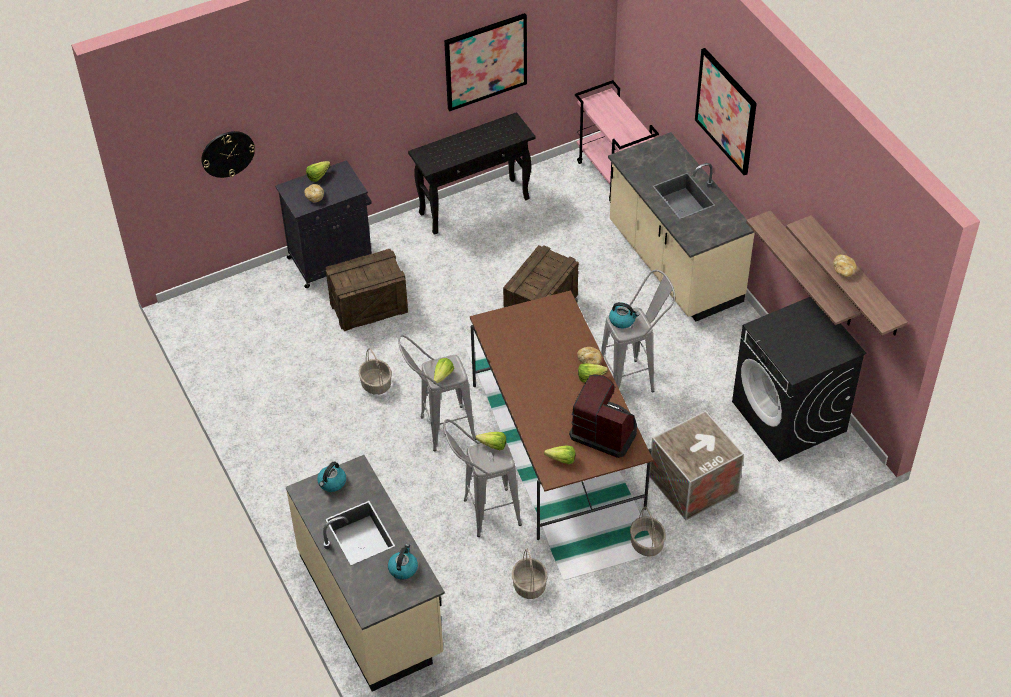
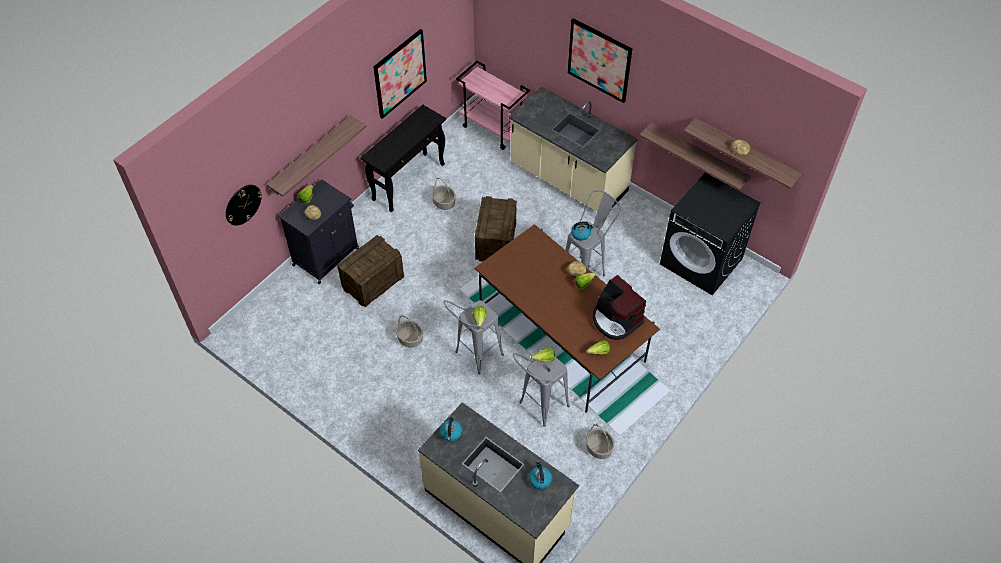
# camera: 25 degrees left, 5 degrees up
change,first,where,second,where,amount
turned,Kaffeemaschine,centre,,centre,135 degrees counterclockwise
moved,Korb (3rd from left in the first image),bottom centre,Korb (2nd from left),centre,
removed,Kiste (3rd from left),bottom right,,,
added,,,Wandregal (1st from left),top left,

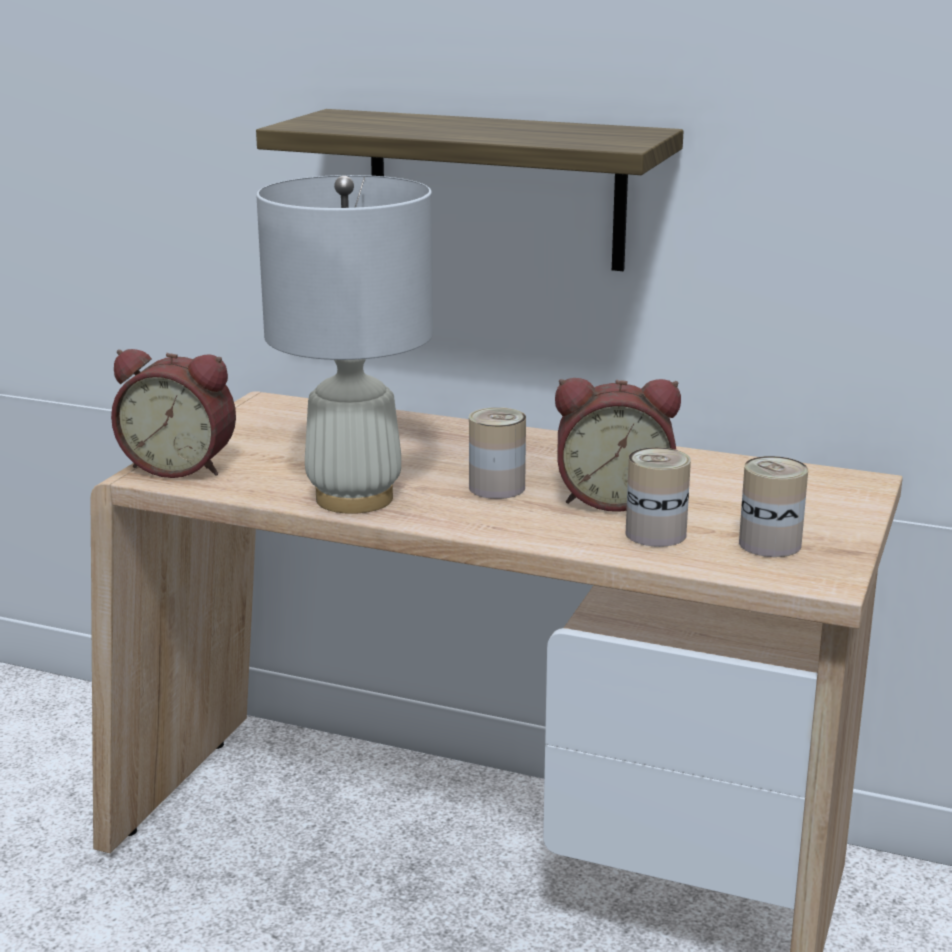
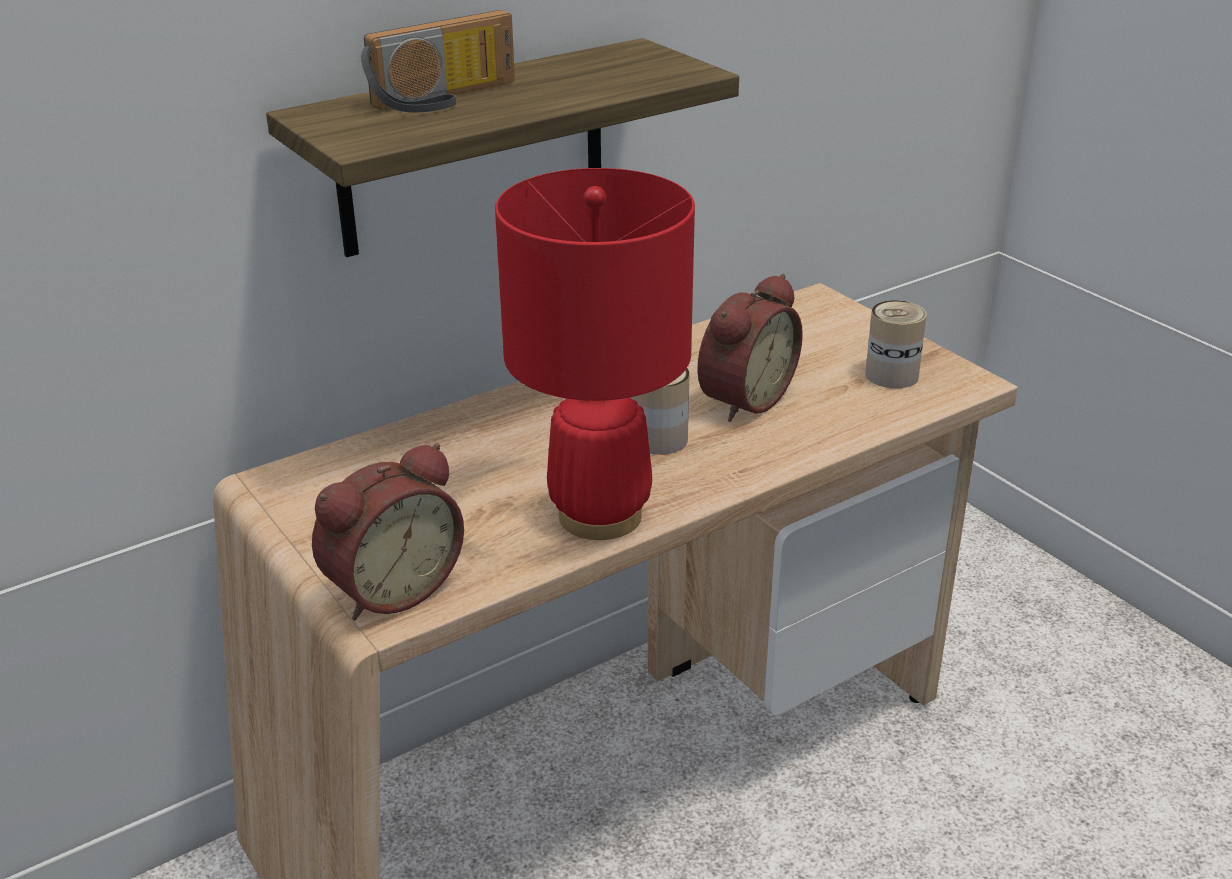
# camera: 55 degrees left, 10 degrees up
change,first,where,second,where,amount
recoloured,Tischlampe [weiß],centre,Tischlampe [rot],centre,
removed,Dose (2nd from left),middle right,,,
added,,,Radio,top centre,

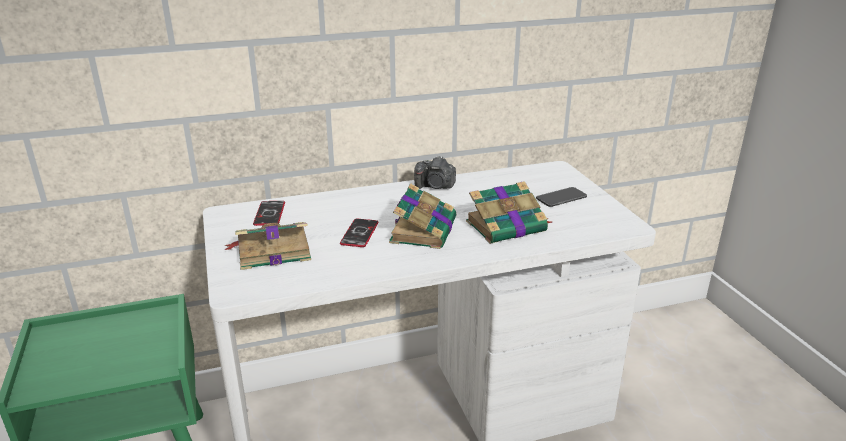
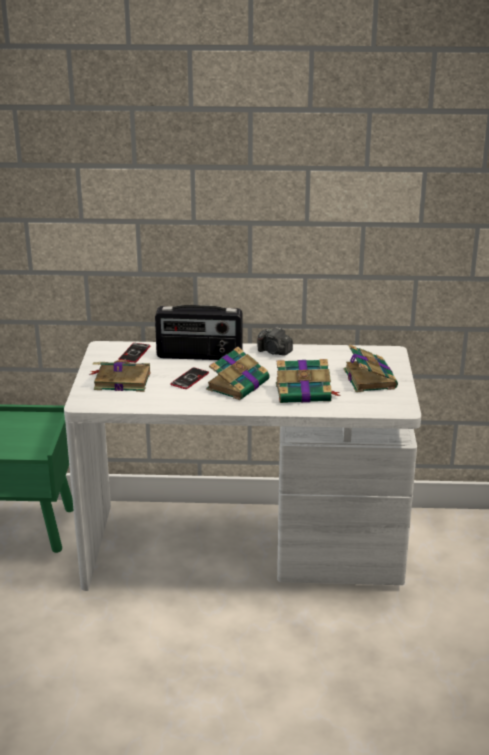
# camera: 20 degrees right, 0 degrees up
change,first,where,second,where,amount
replaced,Handy (3rd from left),centre,Buch (4th from left),middle right,
added,,,Radio,centre,

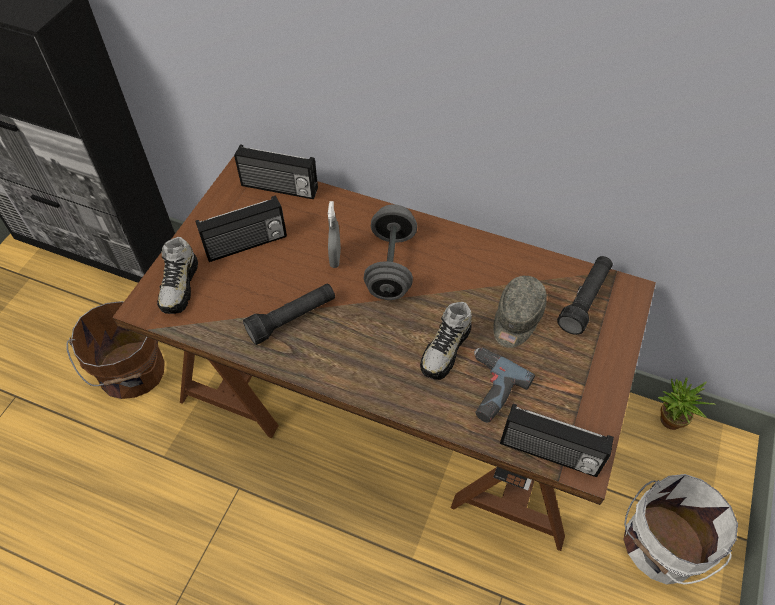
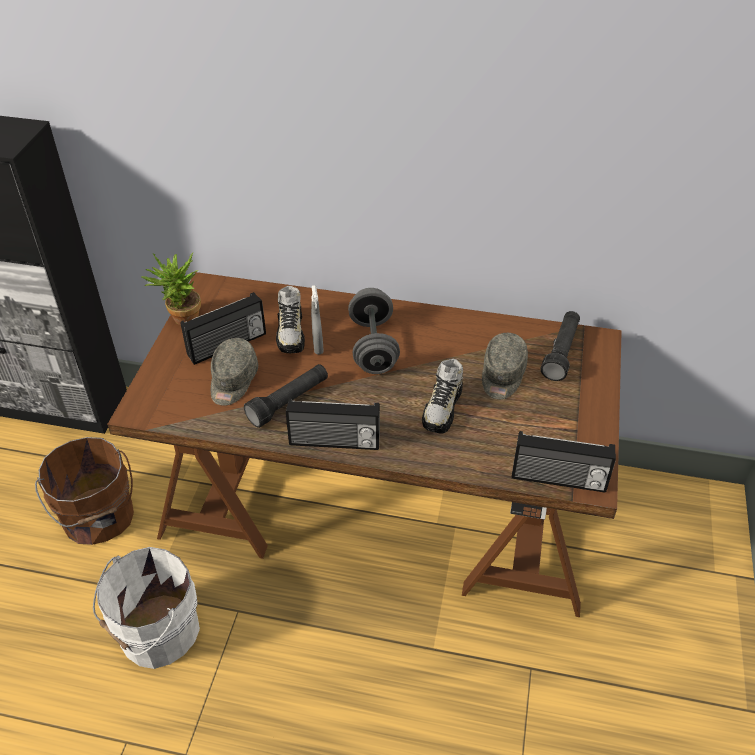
# camera: 10 degrees left, 10 degrees down
change,first,where,second,where,amount
moved,Schuh (1st from left),middle left,,centre,
moved,Radio (2nd from left),top centre,,centre,
removed,Bohrmaschine,centre,,,
moved,Eimer [weiß],bottom right,,bottom left,
moved,Topfpflanze,bottom right,,middle left,
added,,,Kappe [grau] (1st from left),middle left,

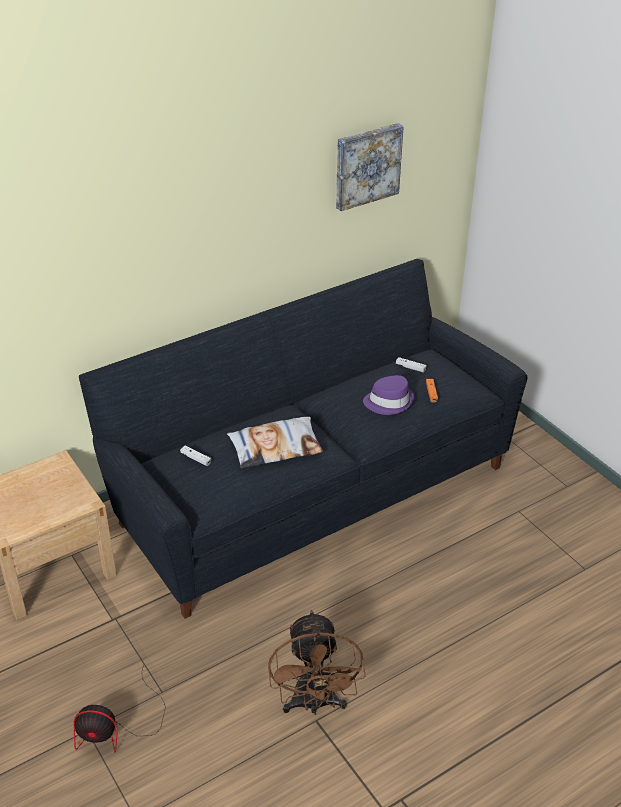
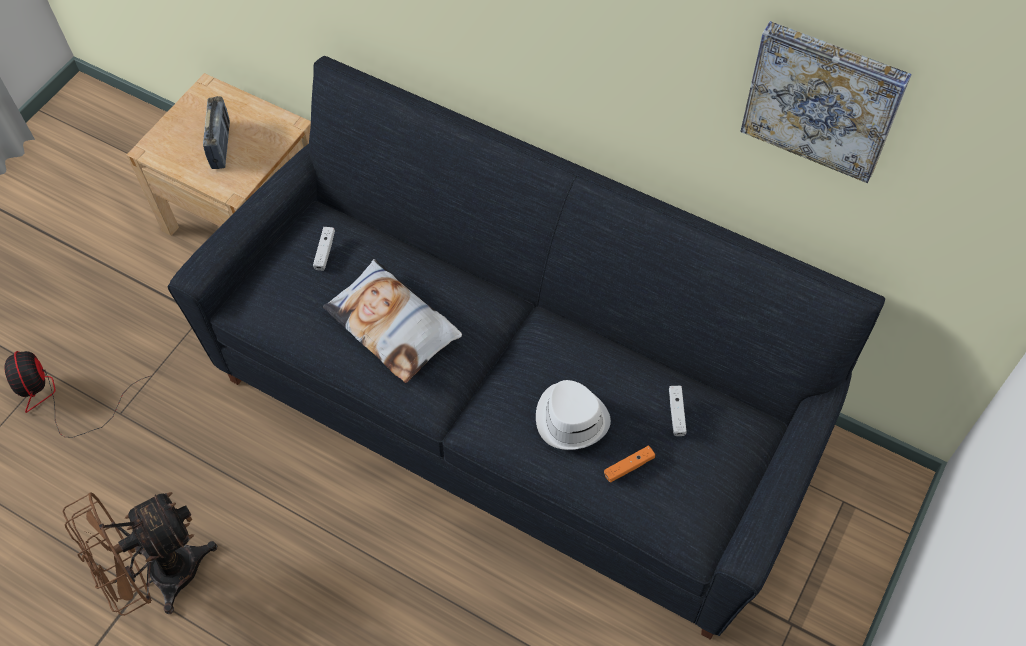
# camera: 65 degrees right, 20 degrees up
change,first,where,second,where,amount
recoloured,Hut [lila],centre,Hut [weiß],centre,
added,,,Radio,top left,

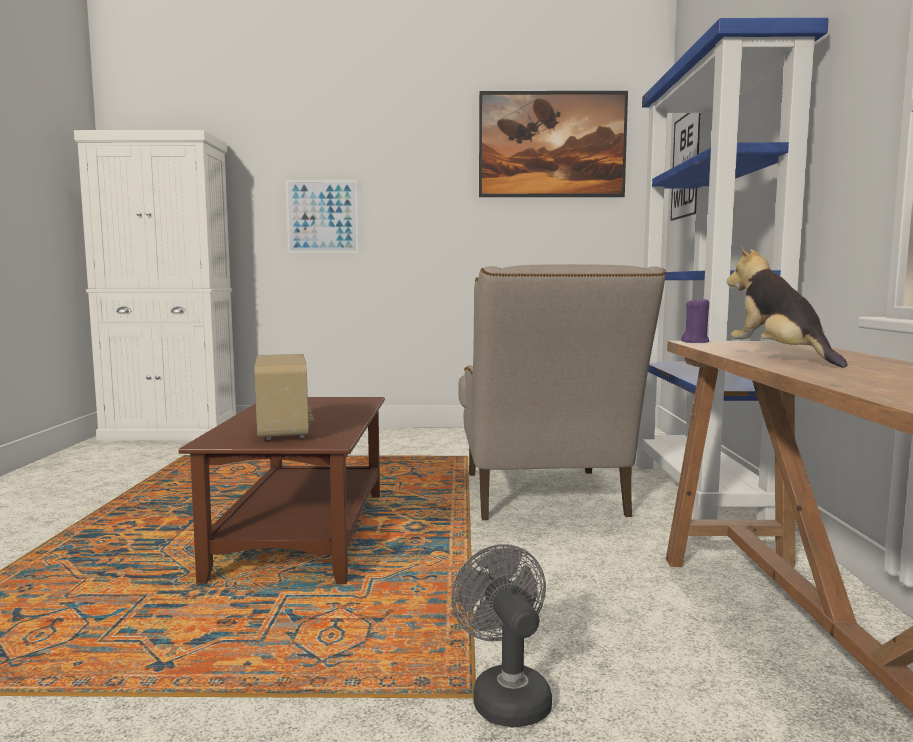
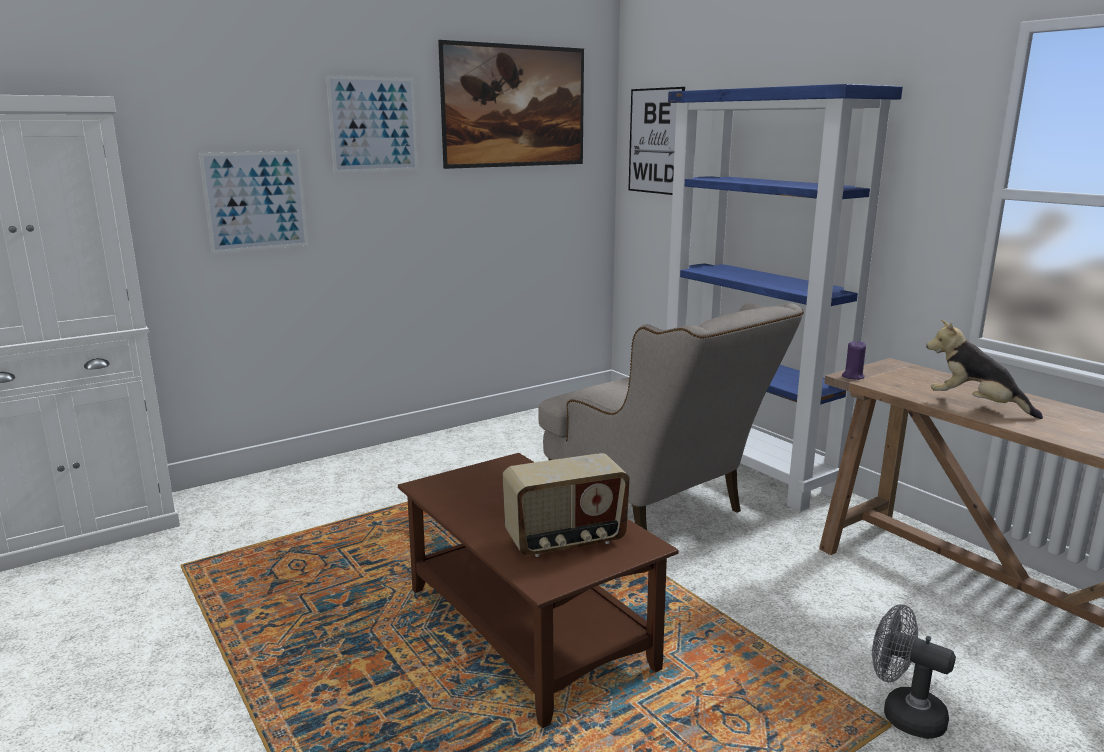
# camera: 35 degrees left, 10 degrees up
change,first,where,second,where,amount
turned,Radio,middle left,,bottom centre,120 degrees clockwise
added,,,Bild (2nd from left),top centre,

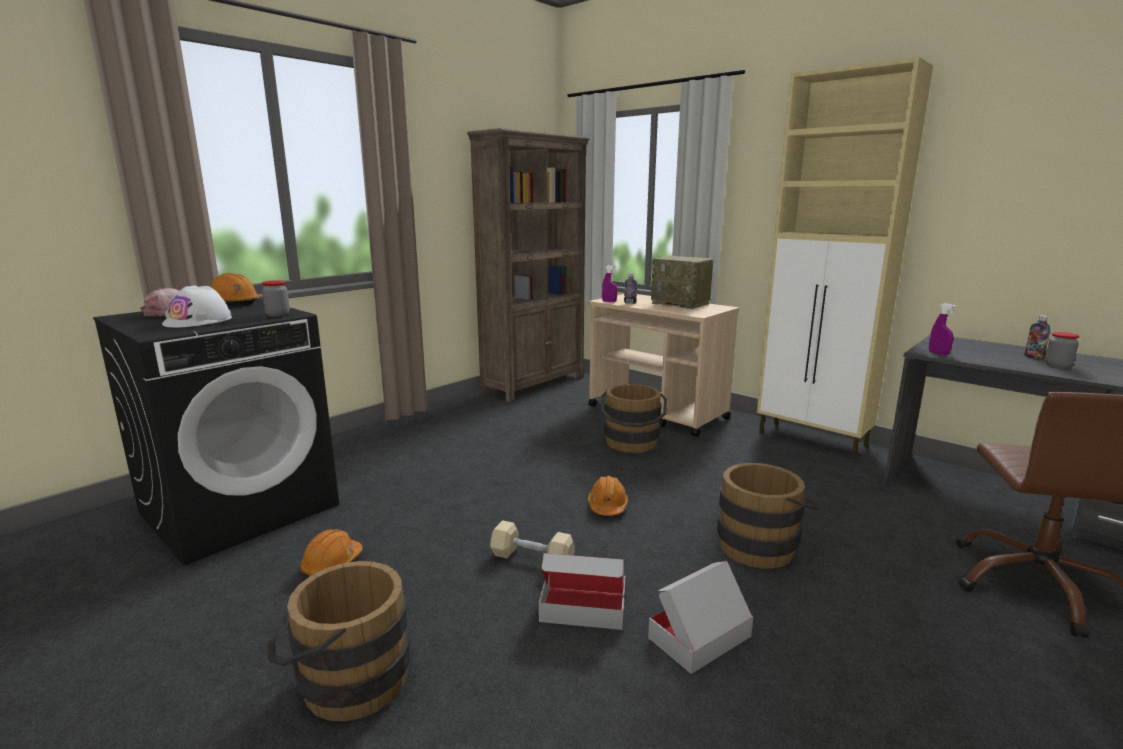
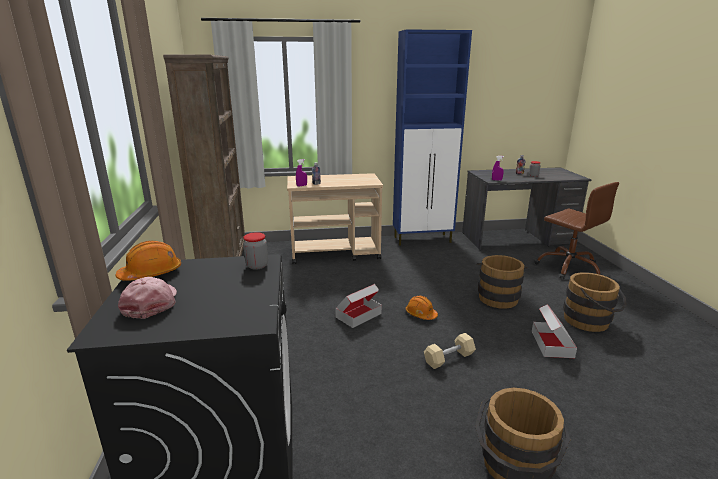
# camera: 50 degrees left, 5 degrees up
change,first,where,second,where,amount
removed,Schutzhelm [weiß],middle left,,,
removed,Schutzhelm [orange] (2nd from left),bottom left,,,
moved,Karton (1st from left),bottom centre,,centre,
moved,Eimer [braun] (2nd from left in the first image),centre,Eimer [braun] (3rd from left),middle right,
removed,Radio,centre,,,
recoloured,Schrank [beige],middle right,Schrank [blau],top centre,

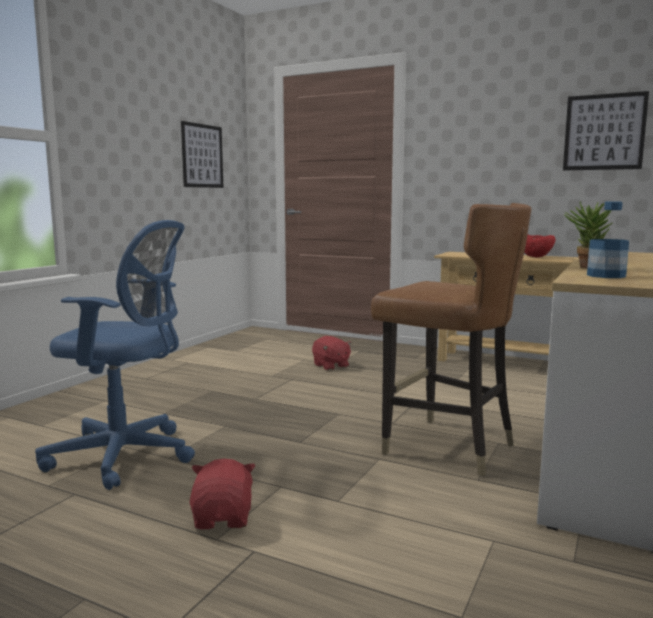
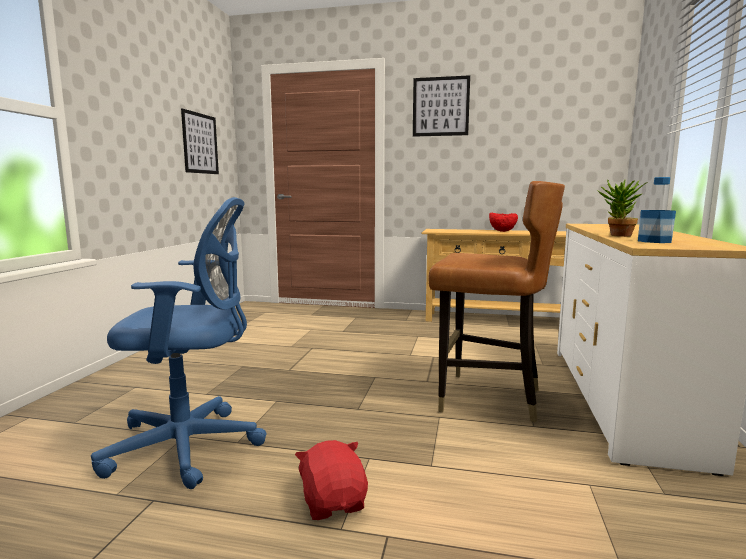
# camera: 15 degrees left, 0 degrees up
change,first,where,second,where,amount
removed,Plüschtier [rot] (2nd from left),centre,,,
moved,Bild (2nd from left),top right,,top centre,

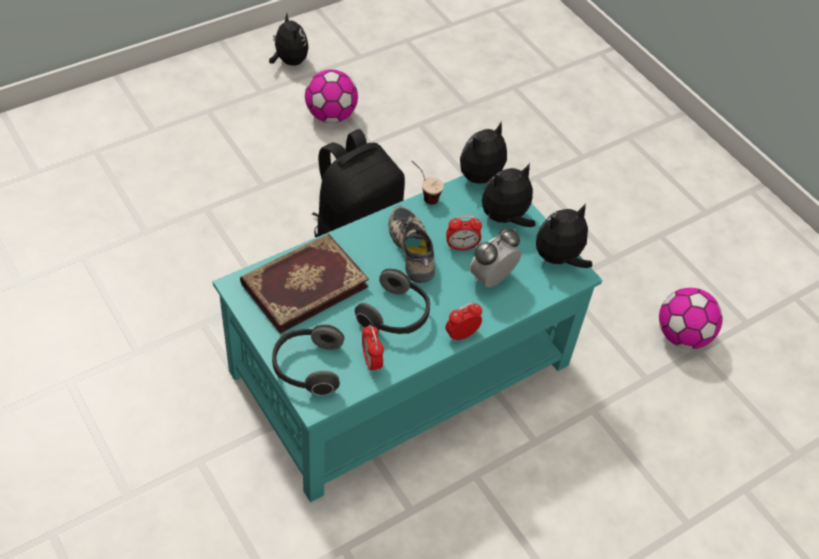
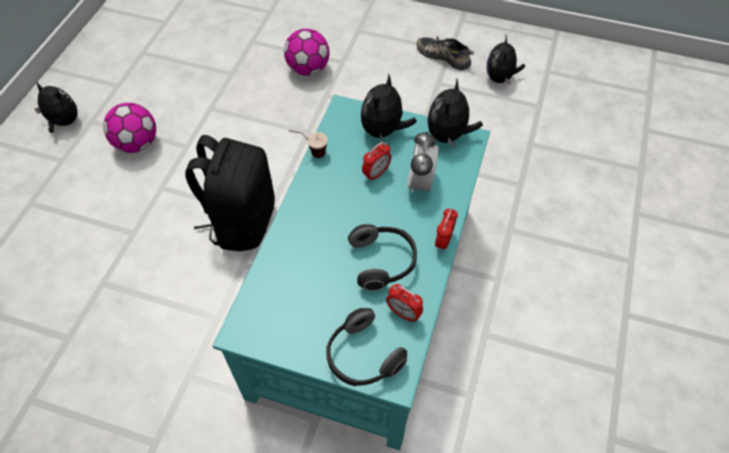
# camera: 35 degrees left, 5 degrees up
change,first,where,second,where,amount
removed,Buch,centre,,,
moved,Schuh,centre,,top centre,
moved,Plüschtier (2nd from left in the first image),top centre,Plüschtier (4th from left),top right,
moved,Fußball (2nd from left),middle right,,top centre,

